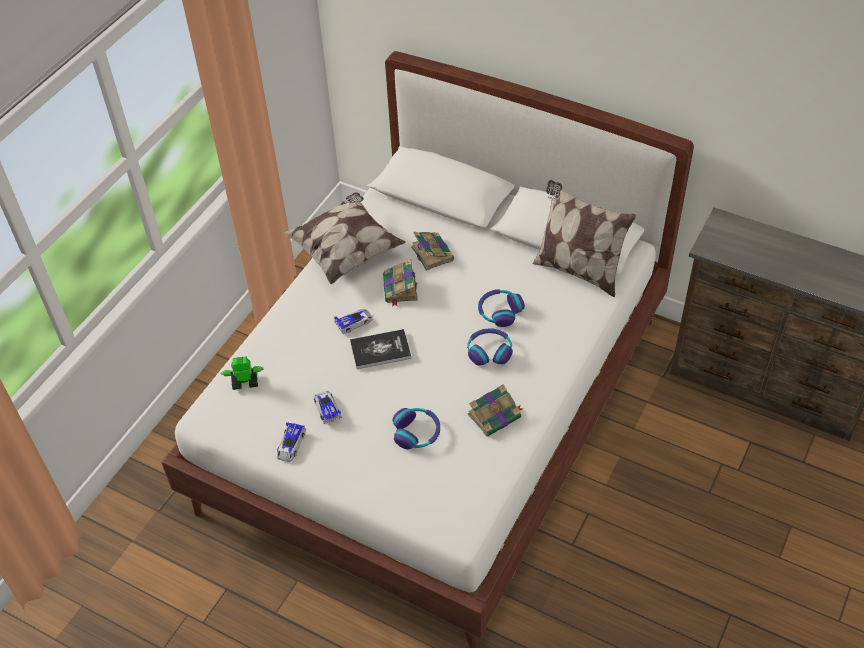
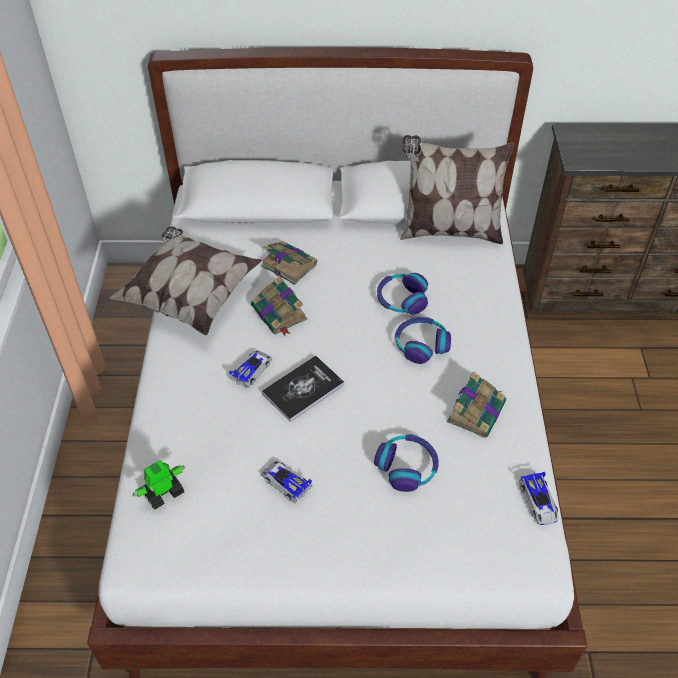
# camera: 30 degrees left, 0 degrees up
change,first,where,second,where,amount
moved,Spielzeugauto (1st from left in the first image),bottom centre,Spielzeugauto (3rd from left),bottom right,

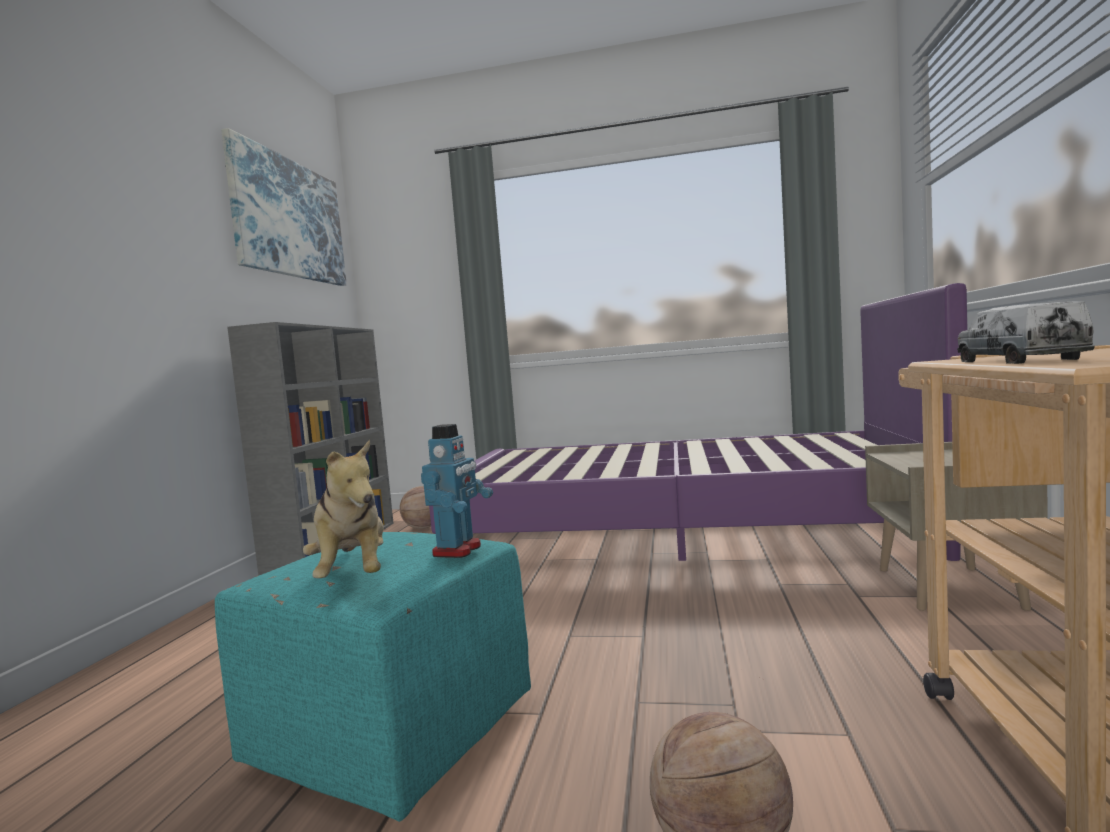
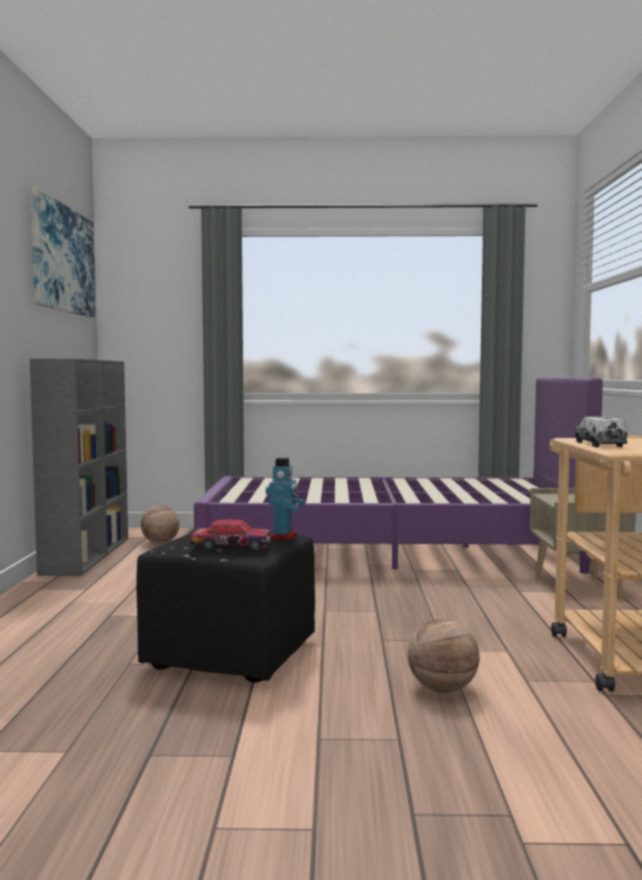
# camera: 10 degrees left, 0 degrees up
change,first,where,second,where,amount
recoloured,Polsterhocker [türkis],bottom centre,Polsterhocker [schwarz],bottom centre,
replaced,Plüschtier,middle left,Spielzeugauto,centre,

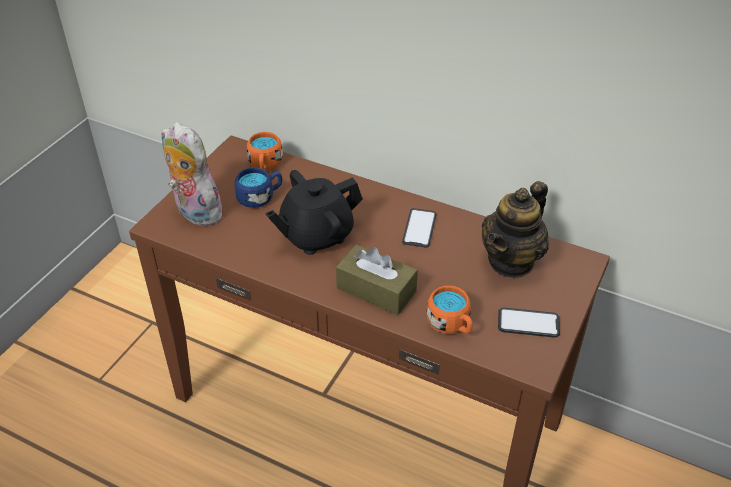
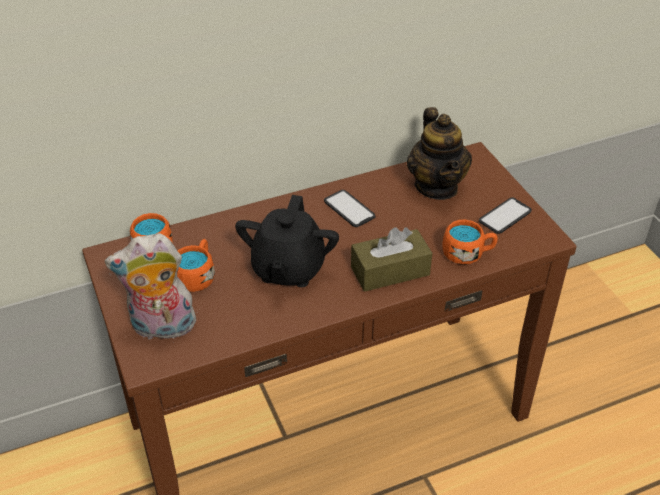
# camera: 50 degrees left, 0 degrees up
change,first,where,second,where,amount
recoloured,Henkelbecher [blau],centre,Henkelbecher [orange] (2nd from left),middle left,

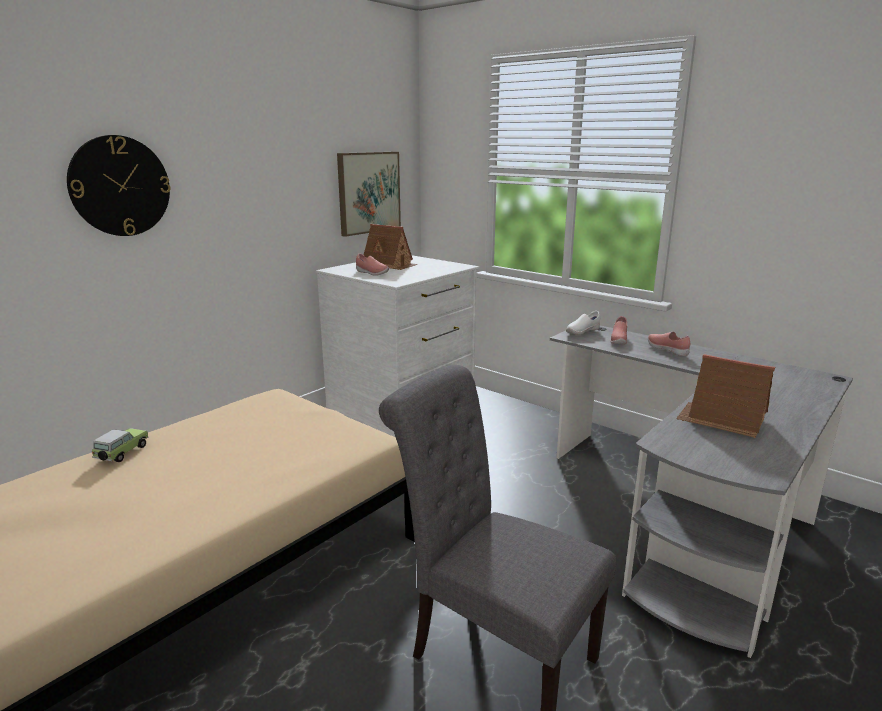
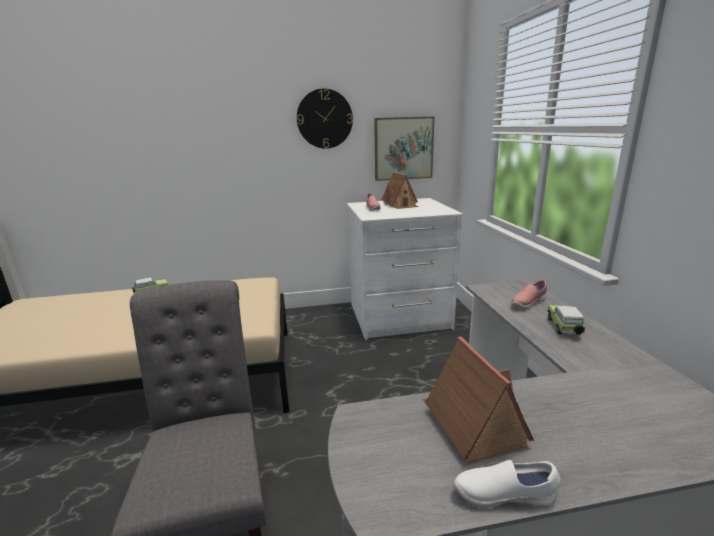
# camera: 40 degrees right, 0 degrees up
change,first,where,second,where,amount
moved,Wanduhr,top left,,top centre,
moved,Schuh [weiß],centre,,bottom right,
replaced,Schuh [rosa] (3rd from left),middle right,Spielzeugauto (2nd from left),middle right,

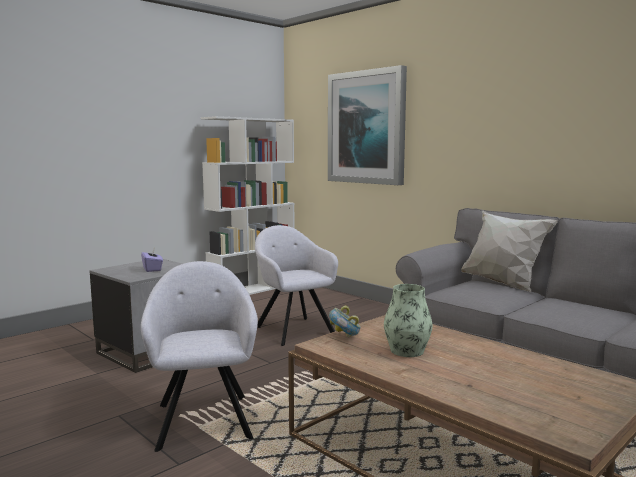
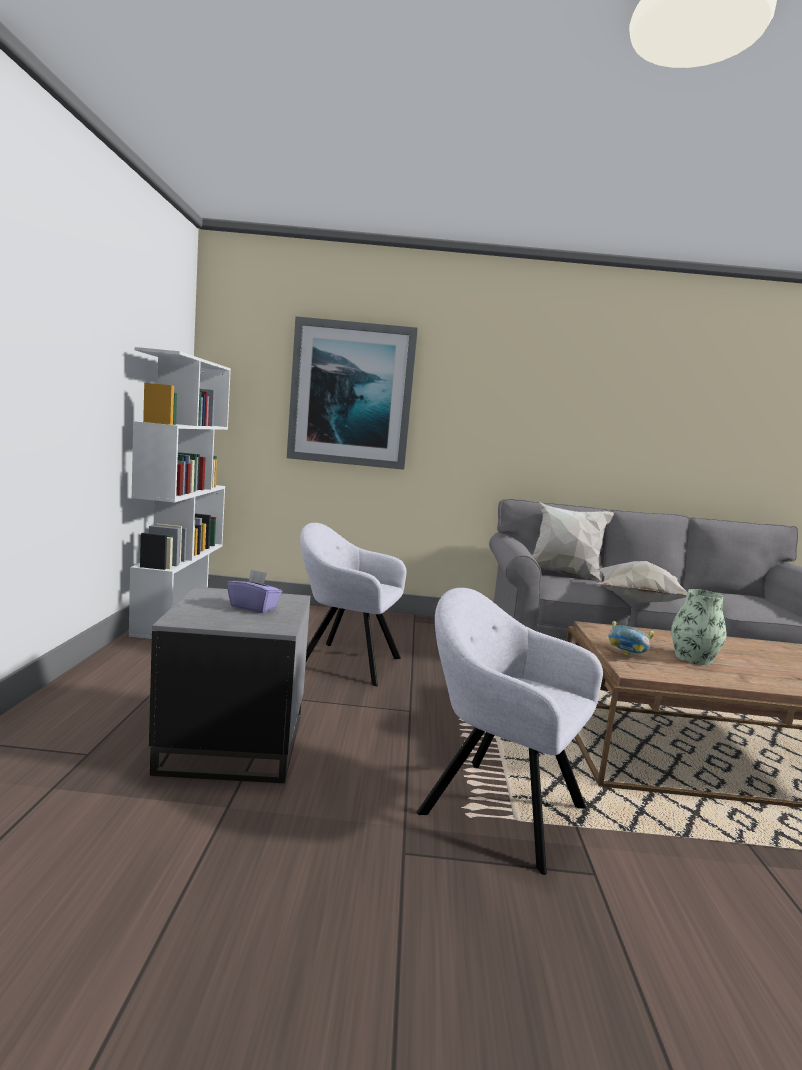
# camera: 45 degrees left, 0 degrees up
change,first,where,second,where,amount
added,,,Kissen [weiß] (2nd from left),middle right,

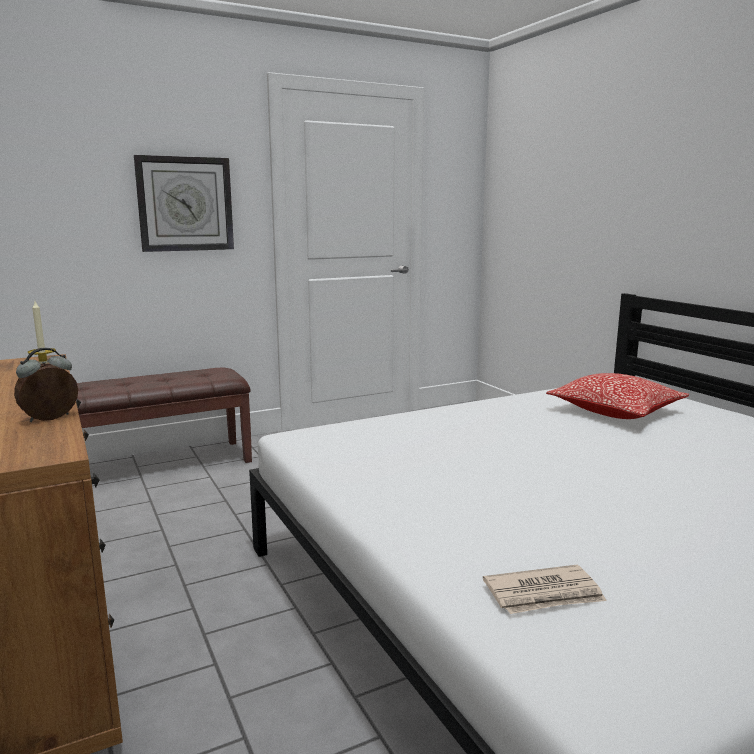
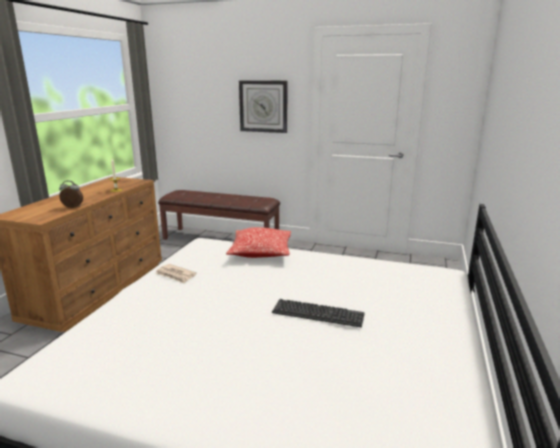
# camera: 45 degrees right, 5 degrees up
change,first,where,second,where,amount
moved,Zeitung,bottom right,,middle left,
moved,Kissen,middle right,,centre,
added,,,Tastatur,bottom centre,

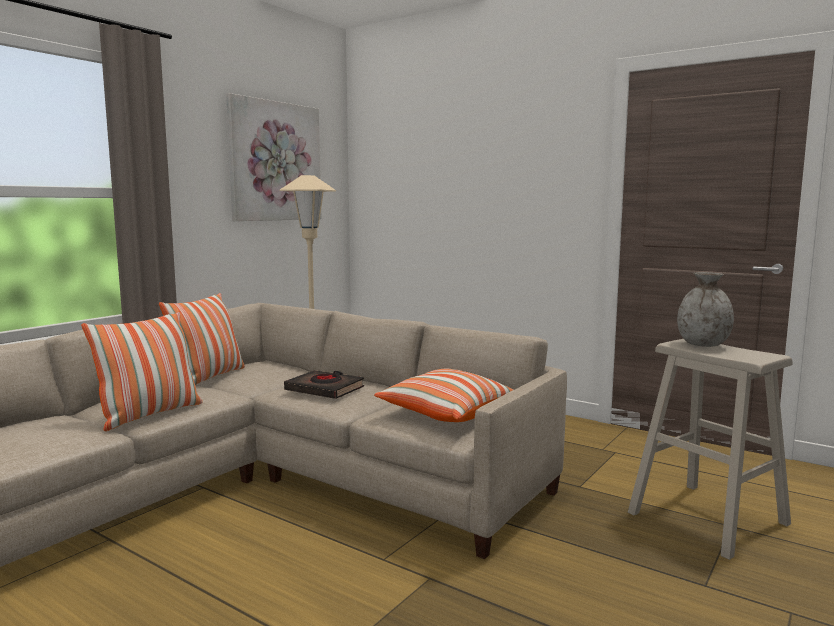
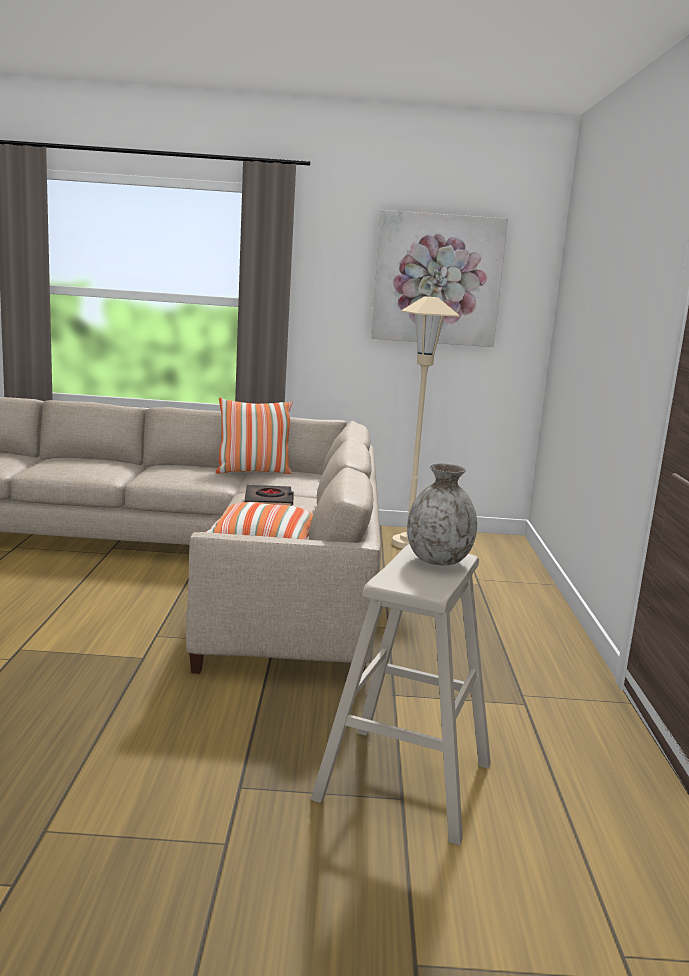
# camera: 55 degrees right, 5 degrees up
change,first,where,second,where,amount
removed,Kissen (1st from left),middle left,,,

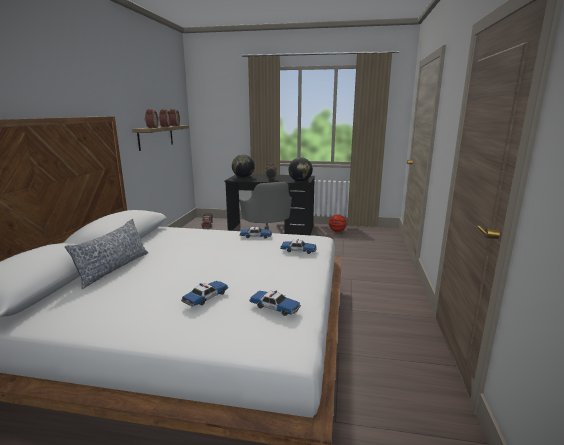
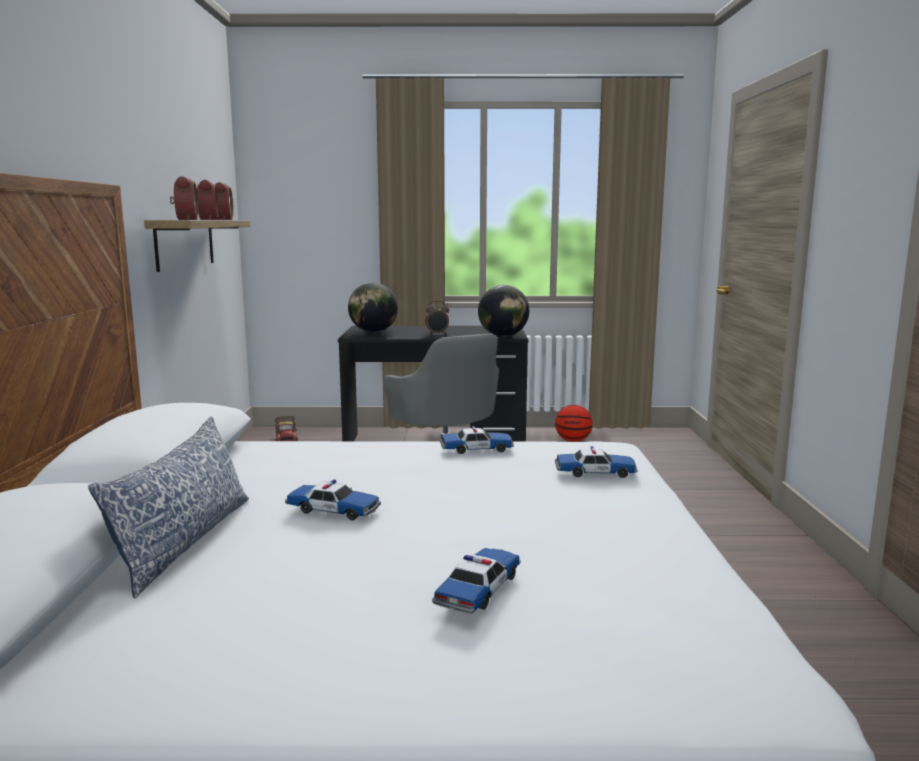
# camera: 10 degrees left, 5 degrees down
change,first,where,second,where,amount
moved,Spielzeugauto (3rd from left in the first image),bottom centre,Spielzeugauto (1st from left),centre,

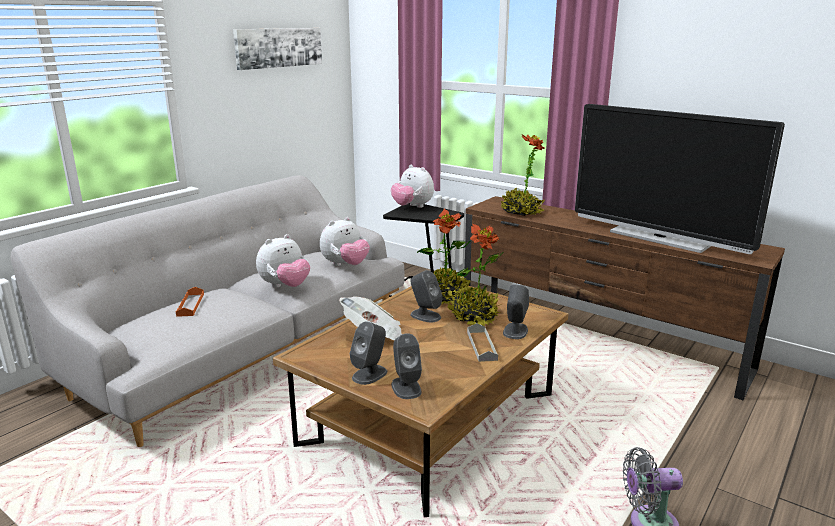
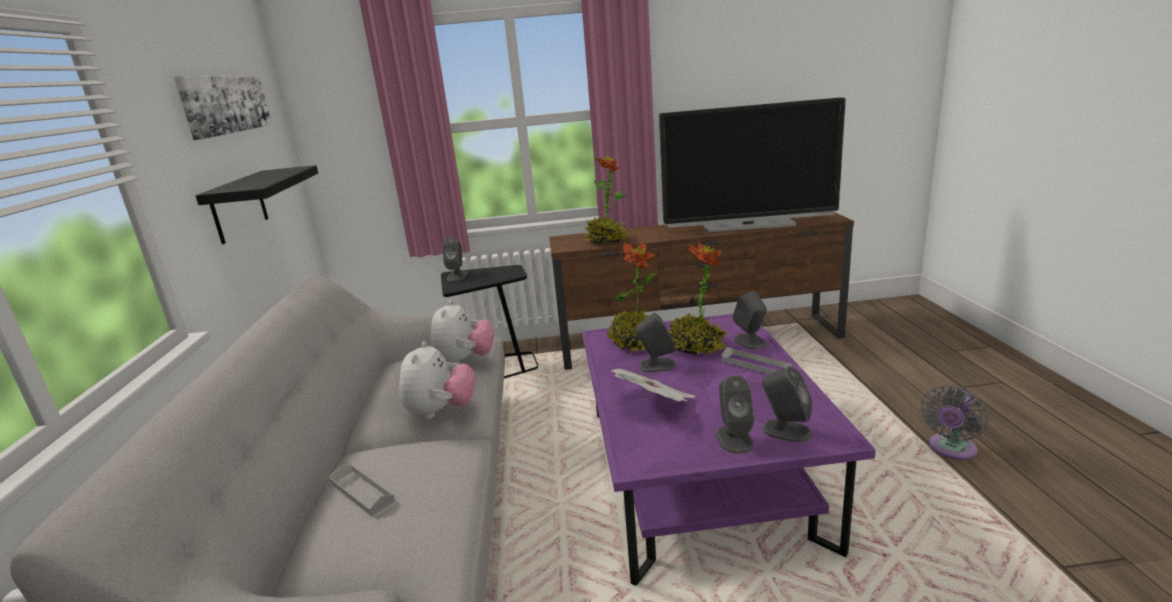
# camera: 40 degrees left, 0 degrees up
change,first,where,second,where,amount
recoloured,Tablett [orange],middle left,Tablett [grau] (1st from left),bottom left,
recoloured,Couchtisch [braun],bottom centre,Couchtisch [lila],bottom centre,
replaced,Plüschtier (3rd from left),centre,Lautsprecher [grau] (1st from left),centre,
added,,,Wandregal [schwarz],middle left,

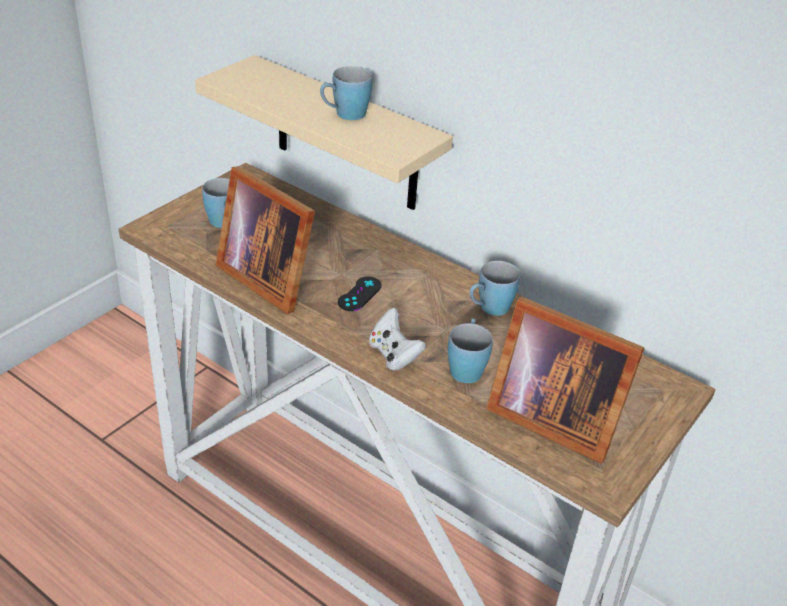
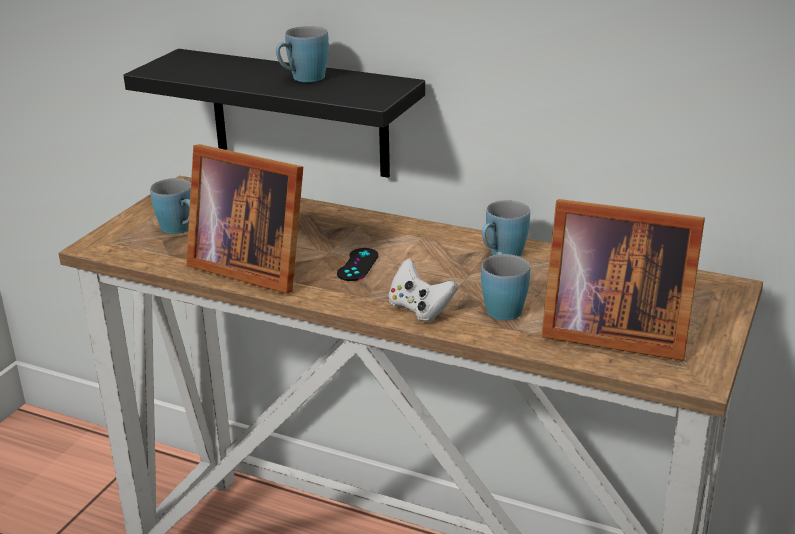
# camera: 10 degrees left, 10 degrees down
change,first,where,second,where,amount
recoloured,Wandregal [beige],top centre,Wandregal [schwarz],top centre,

